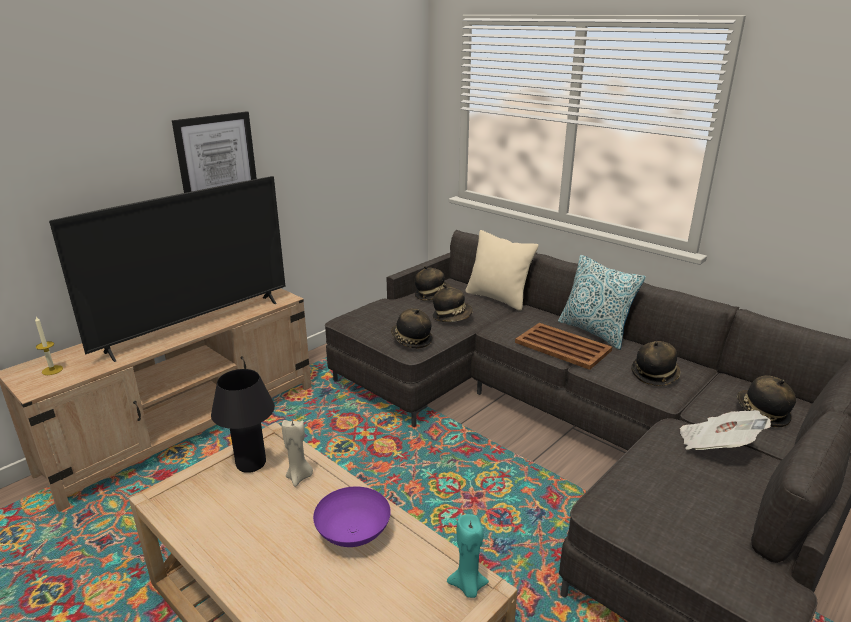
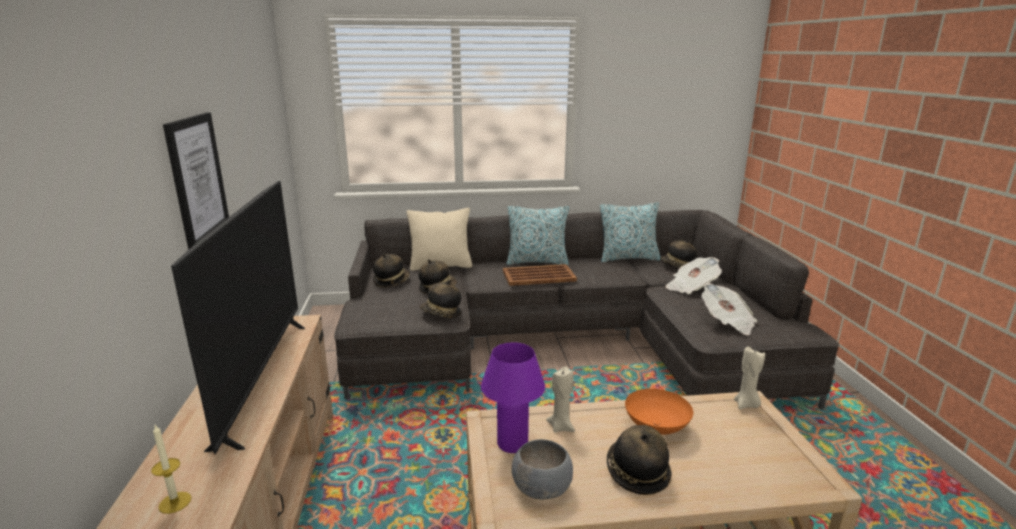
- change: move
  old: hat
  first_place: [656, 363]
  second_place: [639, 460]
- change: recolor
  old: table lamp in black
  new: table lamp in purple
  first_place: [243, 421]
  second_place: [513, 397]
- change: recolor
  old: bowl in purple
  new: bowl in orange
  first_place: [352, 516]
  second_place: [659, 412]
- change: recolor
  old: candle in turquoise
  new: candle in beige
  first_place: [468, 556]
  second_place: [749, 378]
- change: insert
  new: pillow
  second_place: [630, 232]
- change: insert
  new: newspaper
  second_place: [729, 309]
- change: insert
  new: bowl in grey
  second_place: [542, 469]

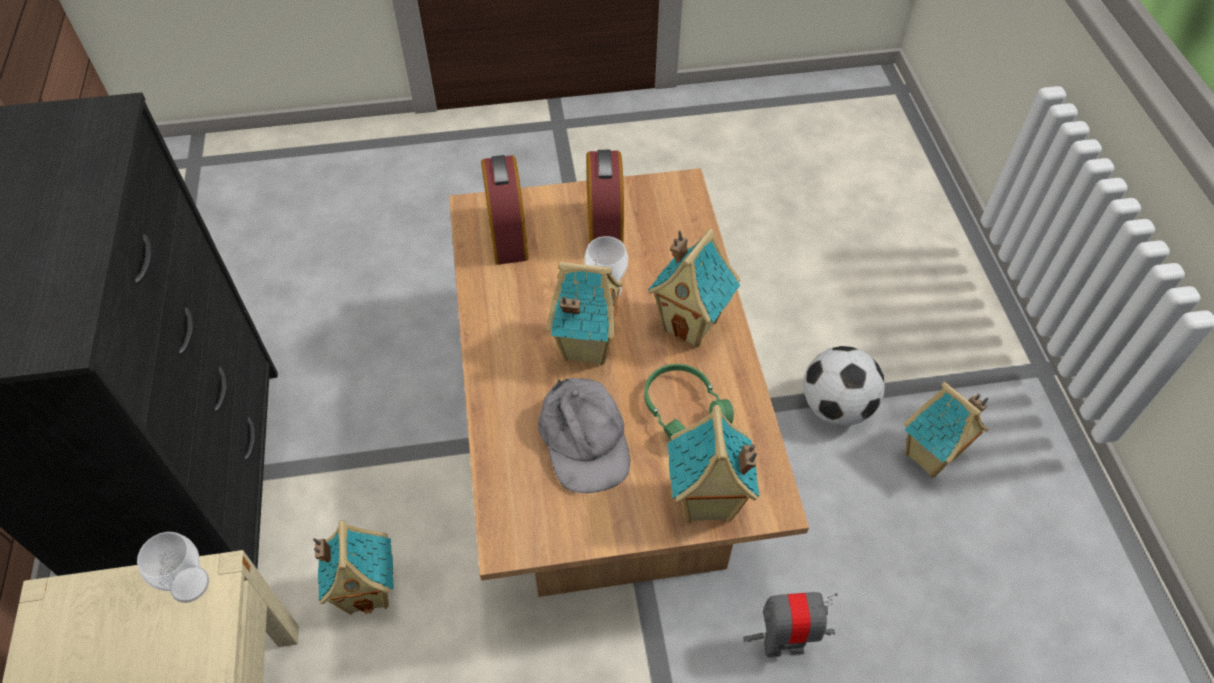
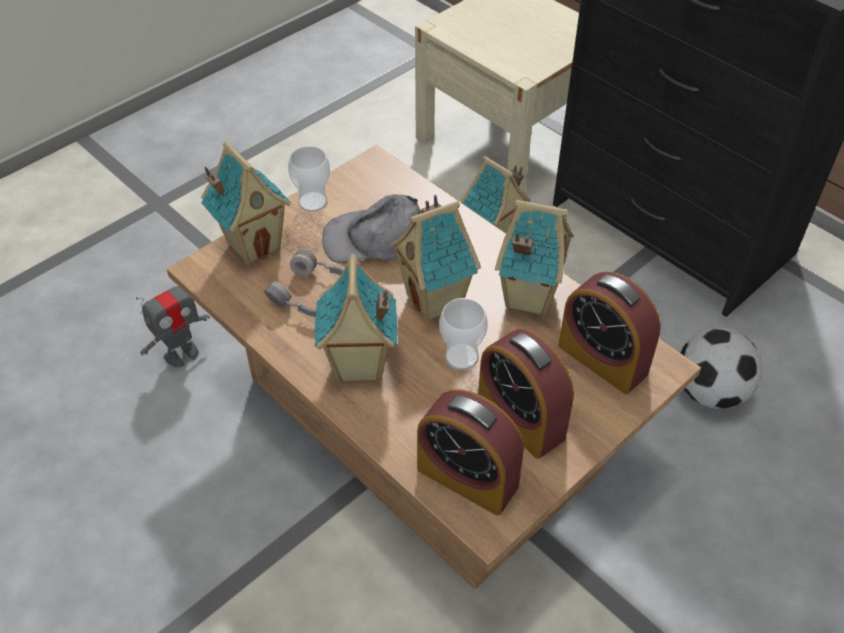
- change: move
  old: football
  first_place: [844, 386]
  second_place: [721, 368]
- change: recolor
  old: headphones in green
  new: headphones in grey
  first_place: [689, 402]
  second_place: [304, 283]
- change: rotate
  old: cap in grey
  first_place: [584, 435]
  second_place: [372, 228]
  degrees: -45
- change: move
  old: toy house
  first_place: [946, 430]
  second_place: [534, 258]
- change: move
  old: cup
  first_place: [173, 567]
  second_place: [309, 179]
- change: insert
  new: alarm clock
  second_place: [470, 452]

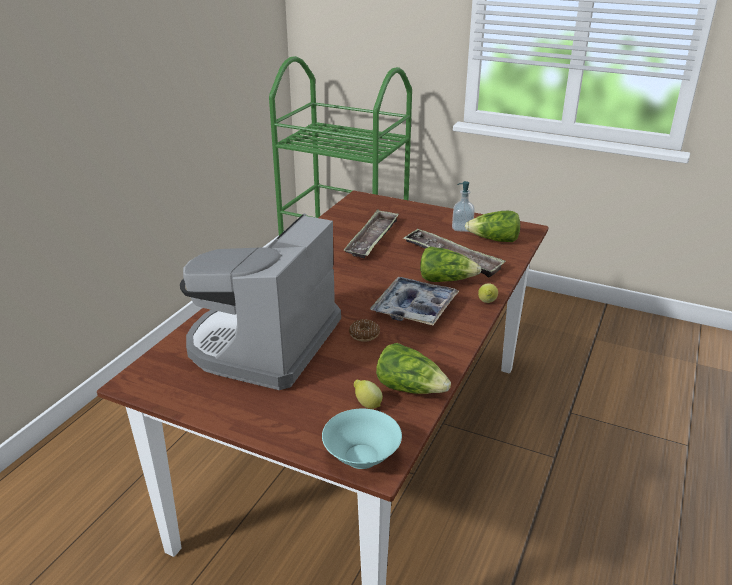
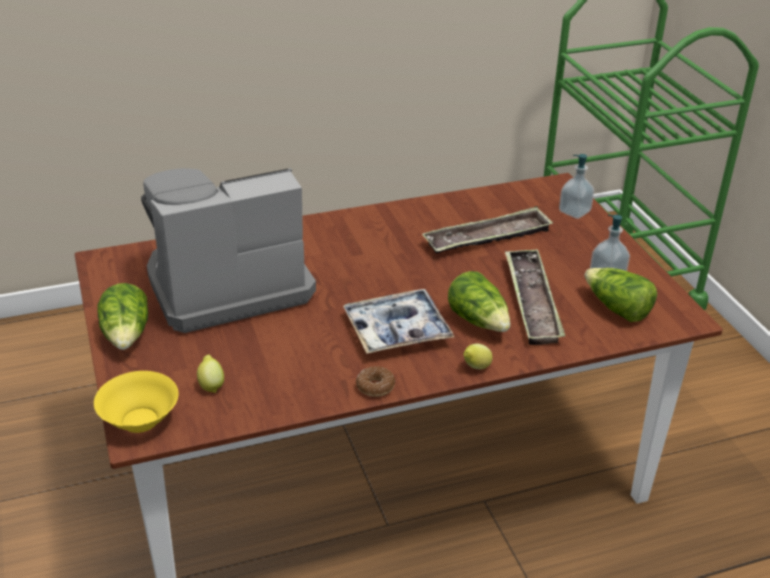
- change: move
  old: donut
  first_place: [364, 330]
  second_place: [375, 381]
- change: move
  old: lettuce
  first_place: [413, 368]
  second_place: [122, 316]
- change: recolor
  old: bowl in turquoise
  new: bowl in yellow
  first_place: [362, 439]
  second_place: [136, 402]
- change: insert
  new: soap dispenser
  second_place: [576, 186]

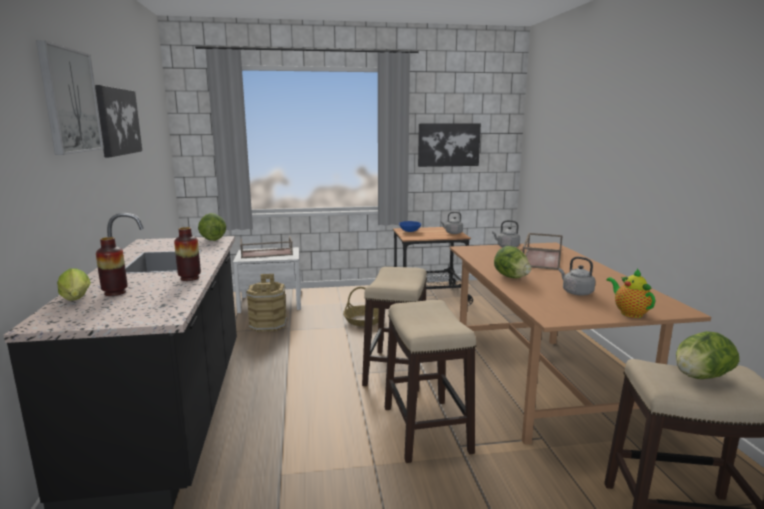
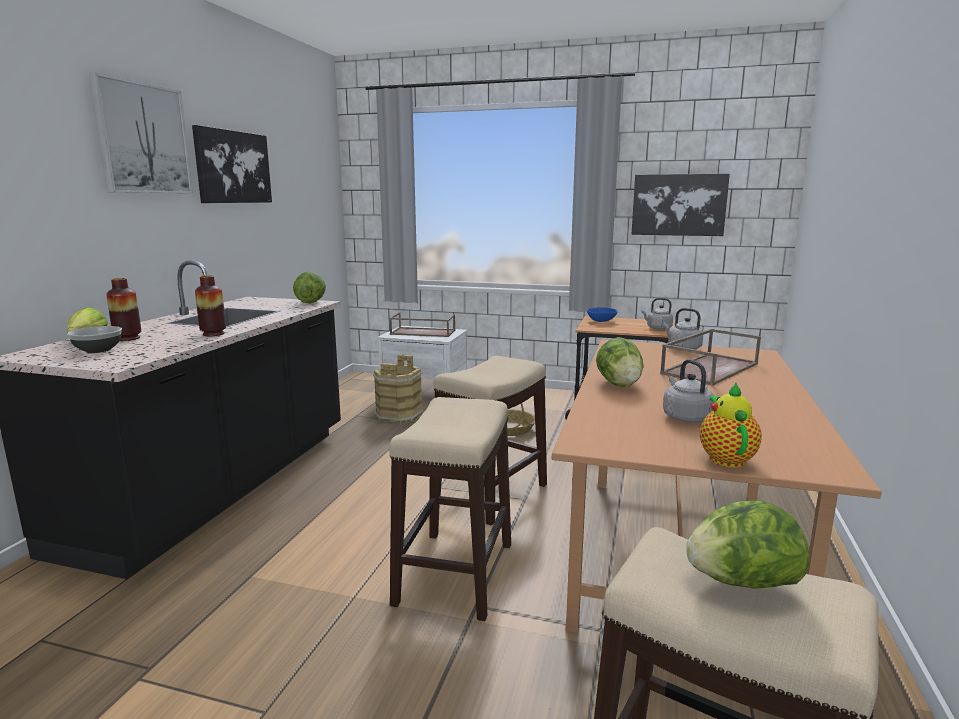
- change: insert
  new: bowl
  second_place: [94, 339]

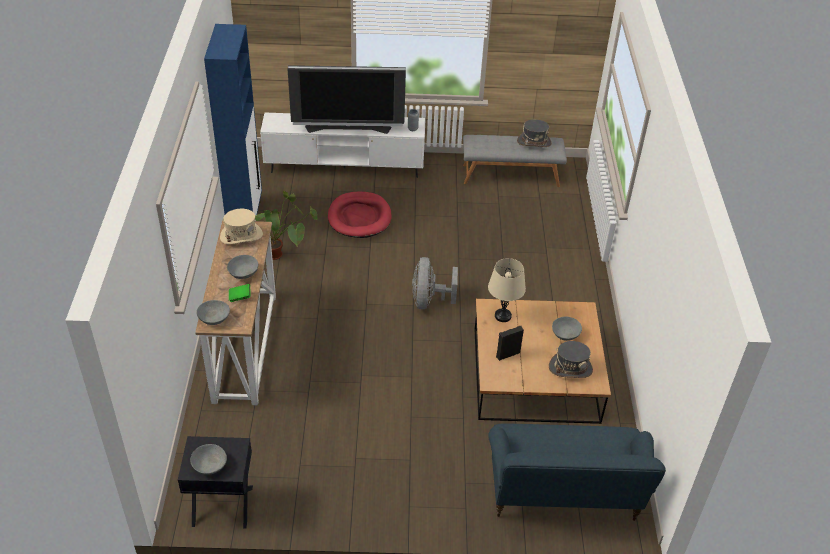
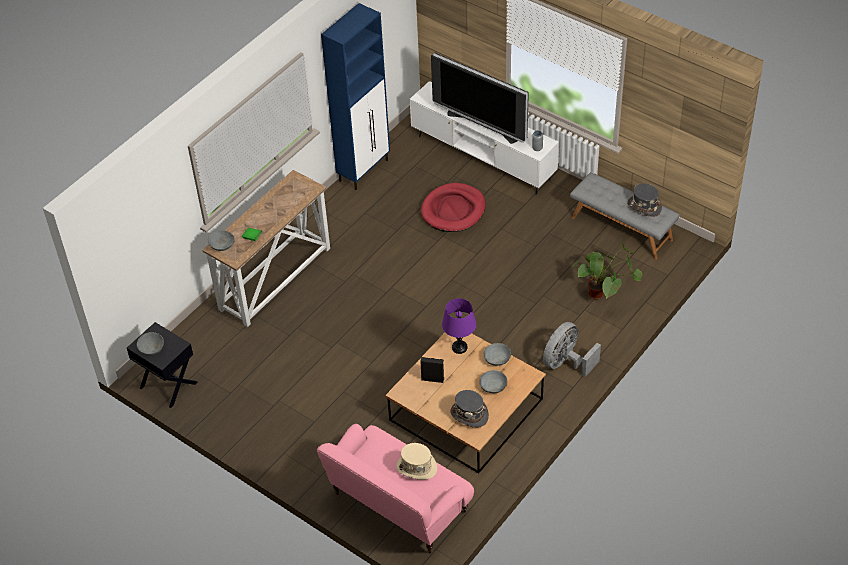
- change: move
  old: potted plant
  first_place: [286, 225]
  second_place: [607, 271]
- change: move
  old: hat in beige
  first_place: [241, 226]
  second_place: [416, 461]
- change: move
  old: bowl in grey
  first_place: [242, 267]
  second_place: [497, 354]
- change: move
  old: fan in grey
  first_place: [435, 283]
  second_place: [572, 349]
- change: recolor
  old: table lamp in beige
  new: table lamp in purple
  first_place: [507, 290]
  second_place: [459, 326]
- change: recolor
  old: sofa in blue
  new: sofa in pink
  first_place: [577, 472]
  second_place: [395, 488]

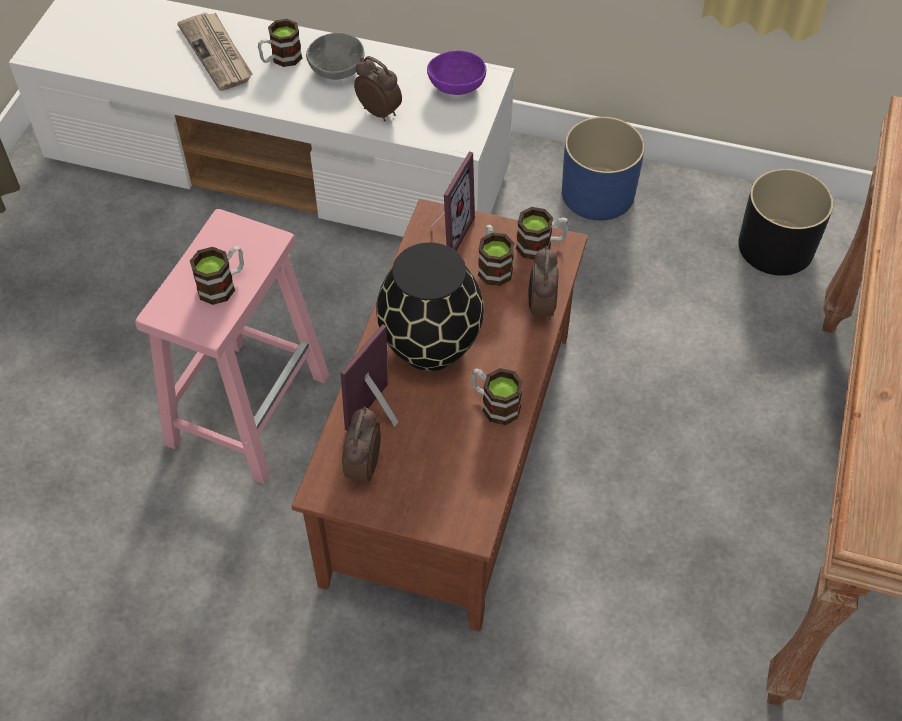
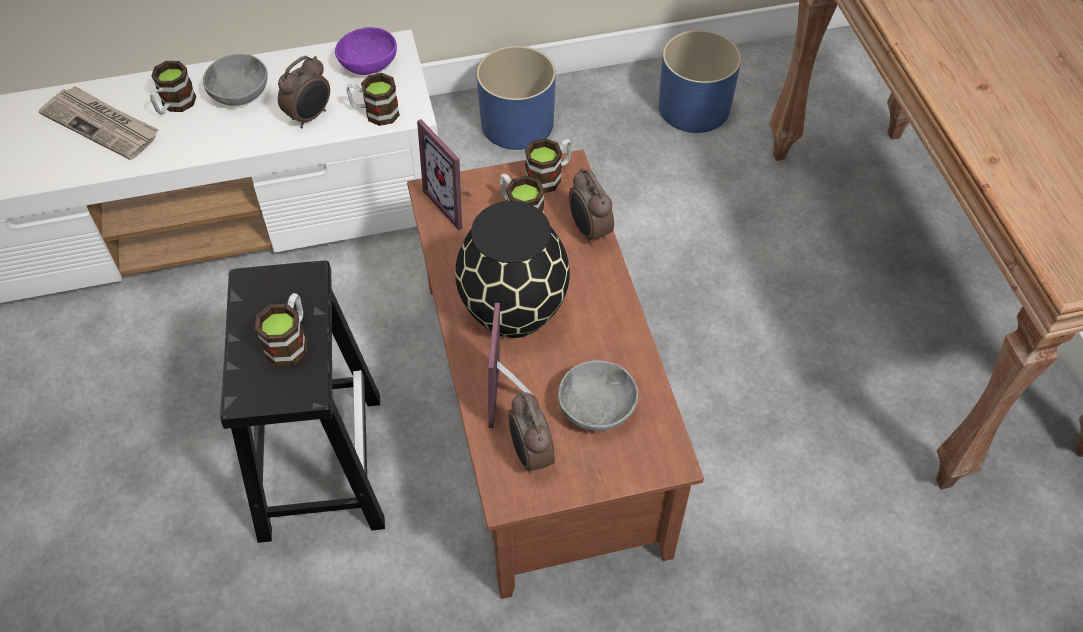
- change: rotate
  old: alarm clock
  first_place: [378, 88]
  second_place: [304, 92]
  degrees: 120
- change: rotate
  old: picture frame
  first_place: [452, 201]
  second_place: [444, 174]
  degrees: 150
- change: recolor
  old: planter in black
  new: planter in blue
  first_place: [785, 222]
  second_place: [700, 81]
- change: recolor
  old: stool in pink
  new: stool in black
  first_place: [232, 346]
  second_place: [302, 402]
- change: move
  old: mug
  first_place: [497, 396]
  second_place: [373, 99]
- change: insert
  new: bowl in grey
  second_place: [598, 395]

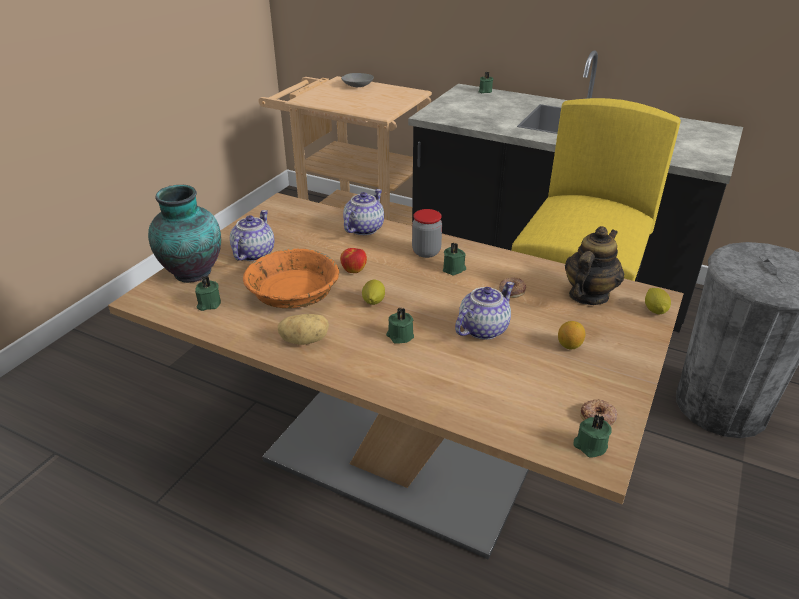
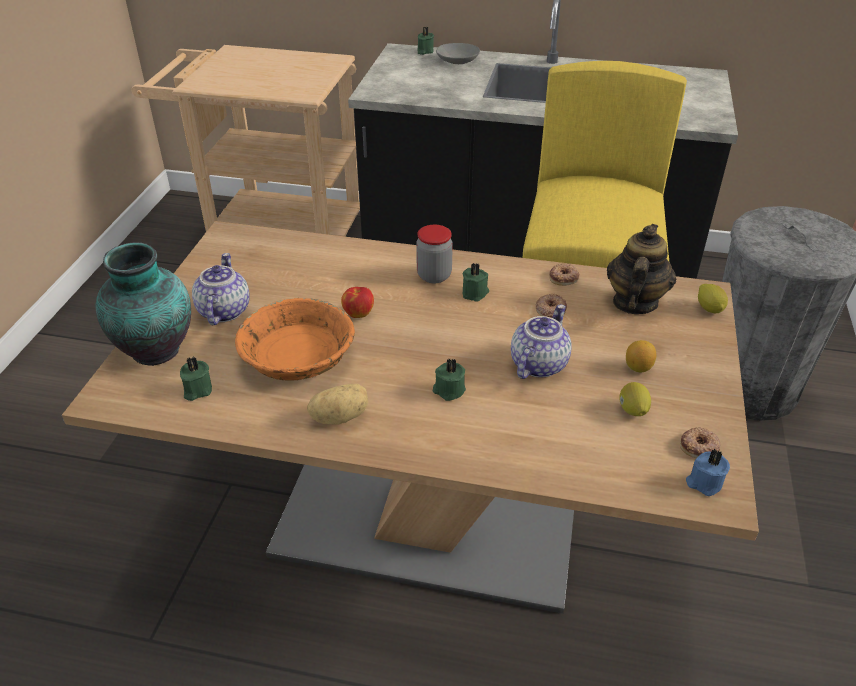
- change: move
  old: bowl in grey
  first_place: [357, 80]
  second_place: [458, 53]
- change: delete
  old: teapot
  first_place: [363, 212]
- change: move
  old: lemon
  first_place: [373, 292]
  second_place: [635, 399]
- change: recolor
  old: candle in green
  new: candle in blue
  first_place: [592, 435]
  second_place: [708, 472]
- change: insert
  new: donut
  second_place: [564, 275]

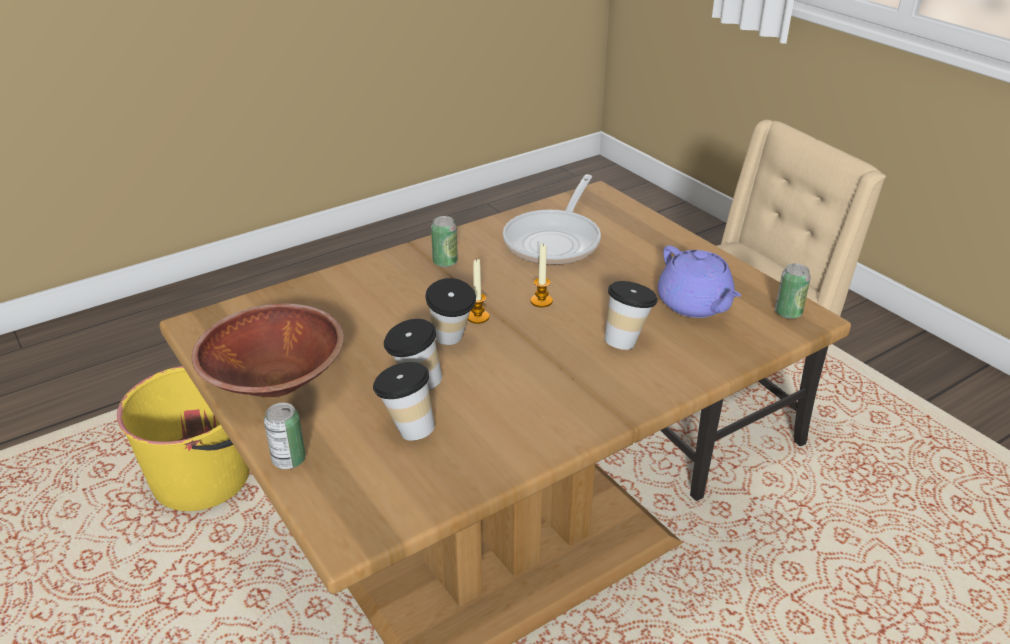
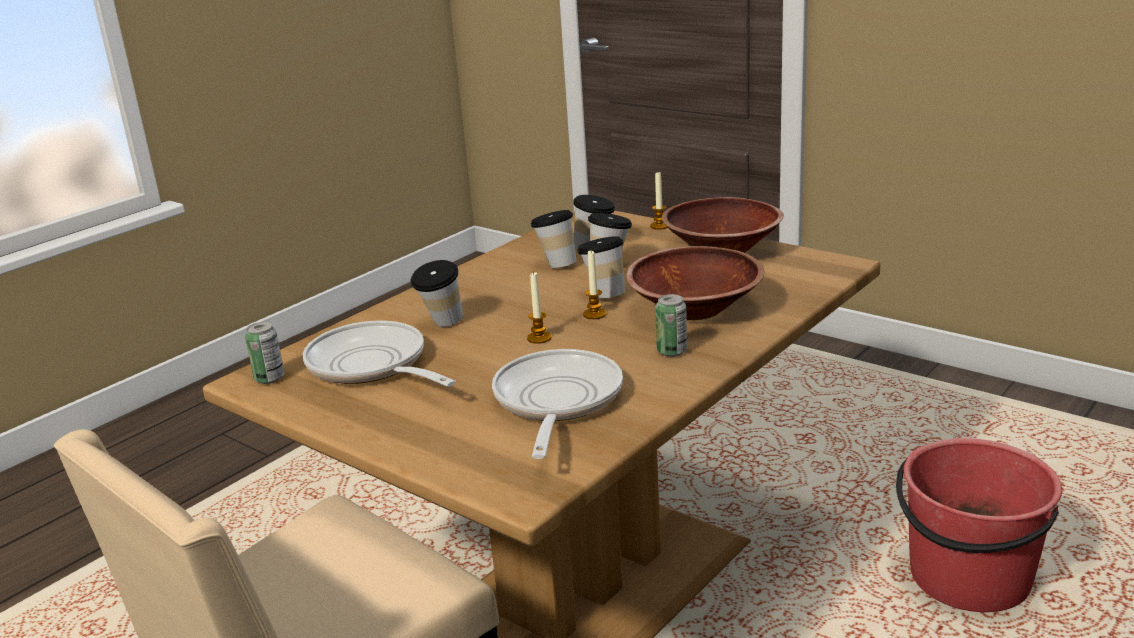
- change: replace
  old: teapot in purple
  new: frying pan
  first_place: [699, 281]
  second_place: [379, 354]
- change: recolor
  old: bucket in yellow
  new: bucket in red
  first_place: [183, 438]
  second_place: [979, 525]
- change: replace
  old: can
  new: candle
  first_place: [285, 436]
  second_place: [659, 201]
- change: insert
  new: cup
  second_place: [553, 239]
- change: insert
  new: bowl in brown
  second_place: [695, 283]

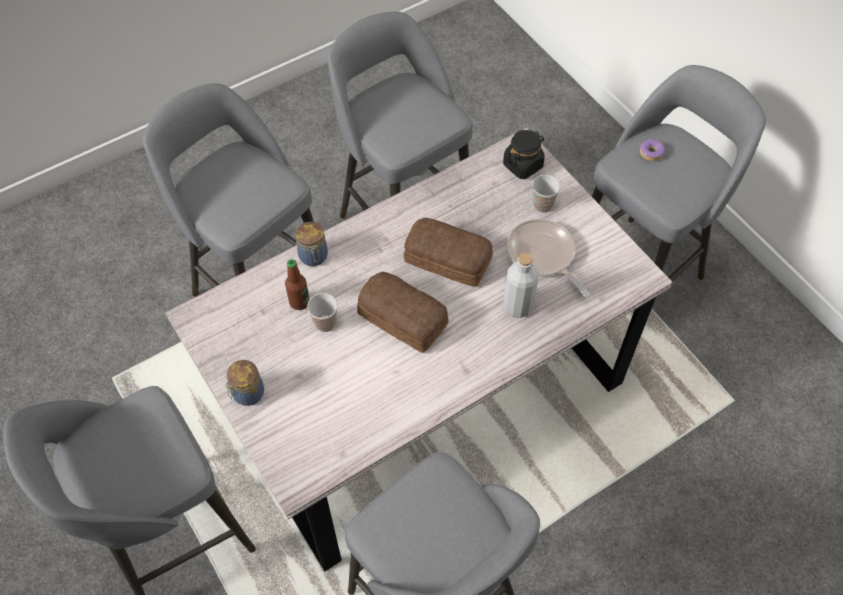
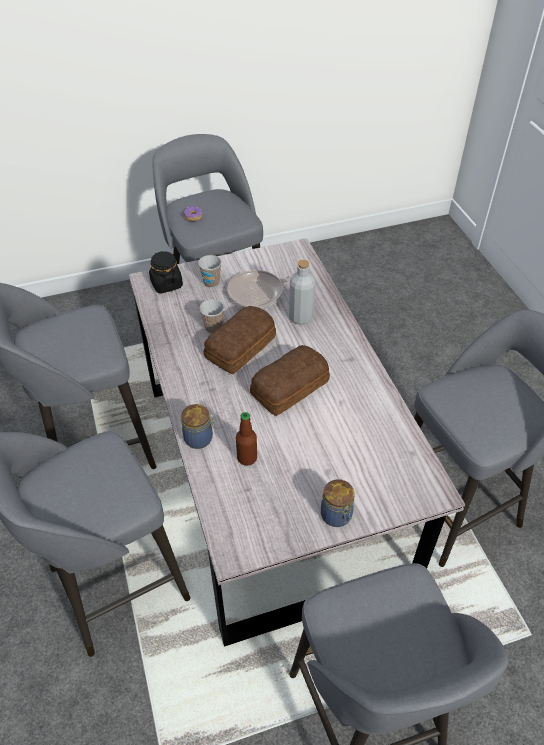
- change: move
  old: cup
  first_place: [322, 312]
  second_place: [211, 316]

